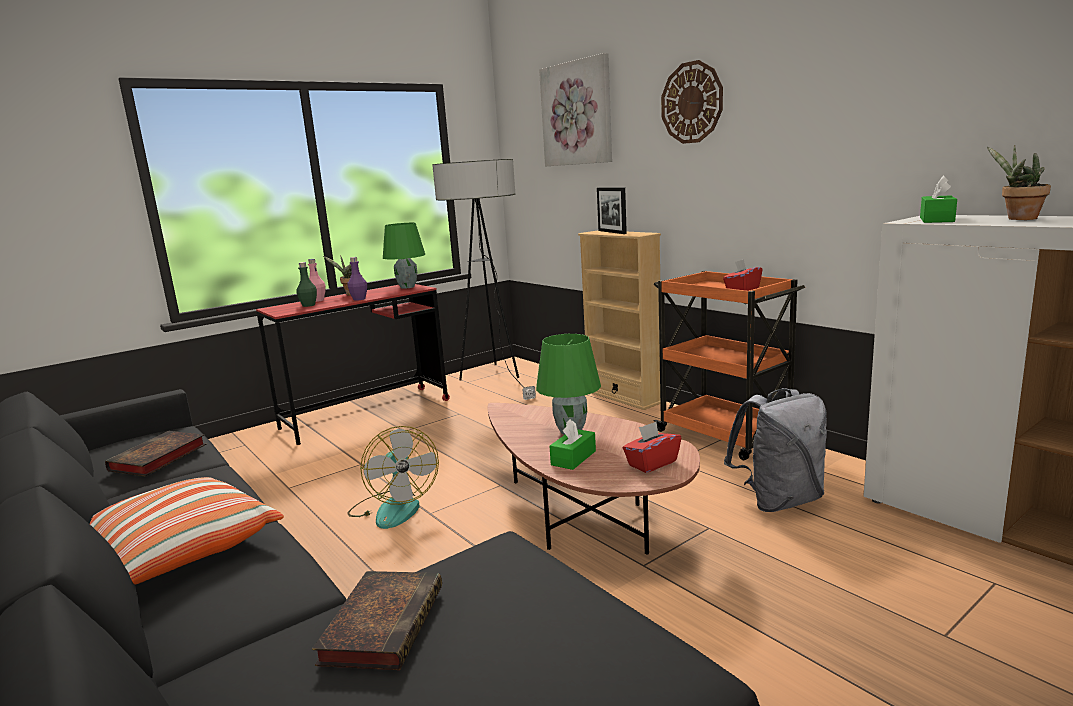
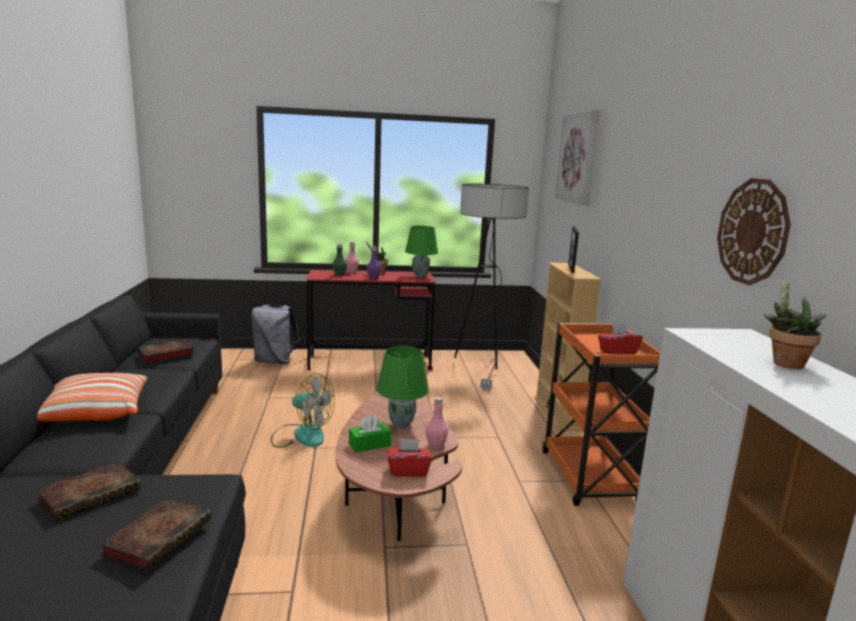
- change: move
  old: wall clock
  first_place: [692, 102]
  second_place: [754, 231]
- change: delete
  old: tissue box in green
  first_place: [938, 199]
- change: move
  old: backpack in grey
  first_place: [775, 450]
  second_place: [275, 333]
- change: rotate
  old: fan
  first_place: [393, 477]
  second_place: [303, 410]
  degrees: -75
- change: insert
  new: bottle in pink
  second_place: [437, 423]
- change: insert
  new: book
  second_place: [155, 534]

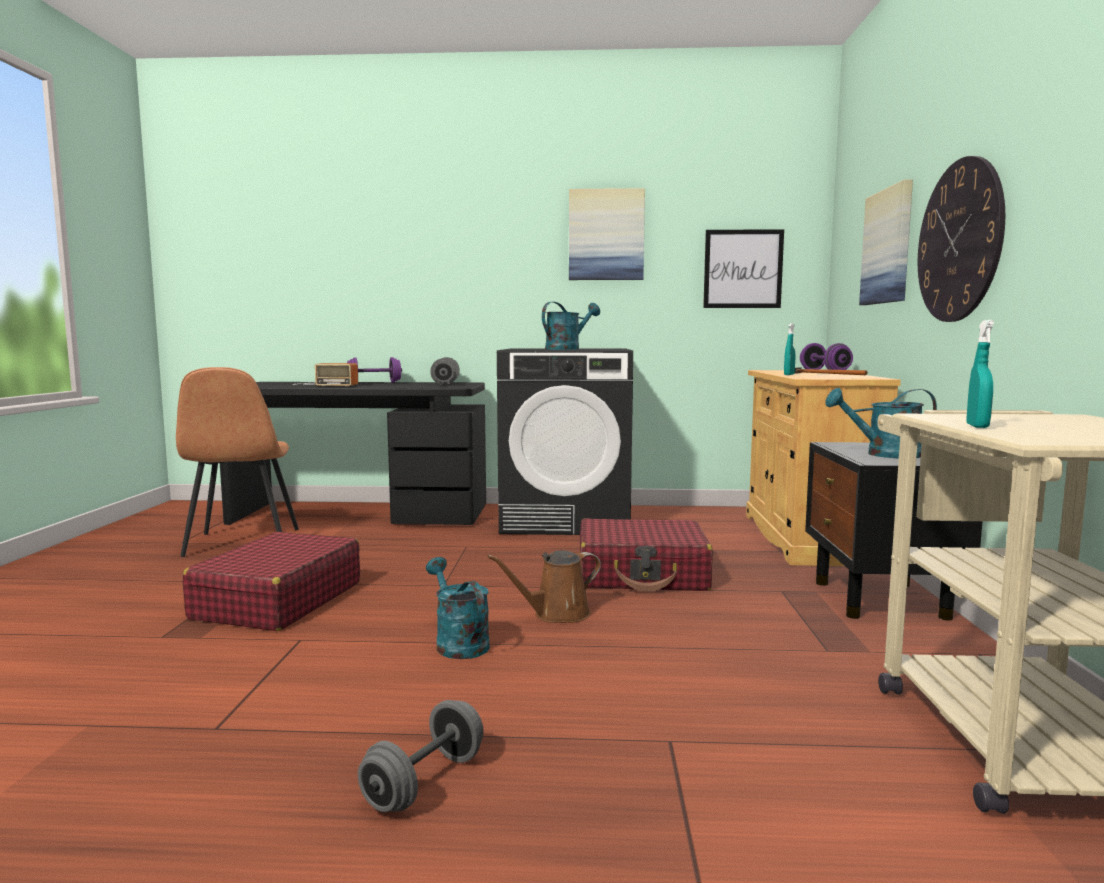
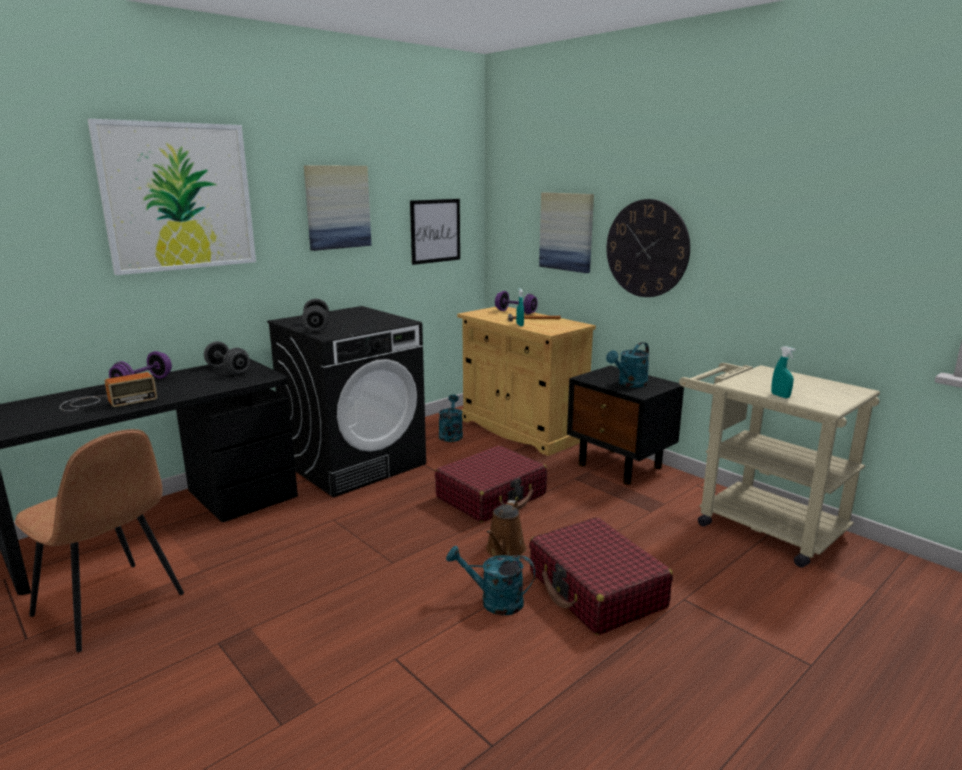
- change: move
  old: watering can in turquoise
  first_place: [571, 326]
  second_place: [451, 418]
- change: move
  old: suitcase in red
  first_place: [271, 581]
  second_place: [601, 576]
- change: move
  old: dumbbell in grey
  first_place: [421, 756]
  second_place: [315, 315]
- change: insert
  new: picture
  second_place: [171, 197]

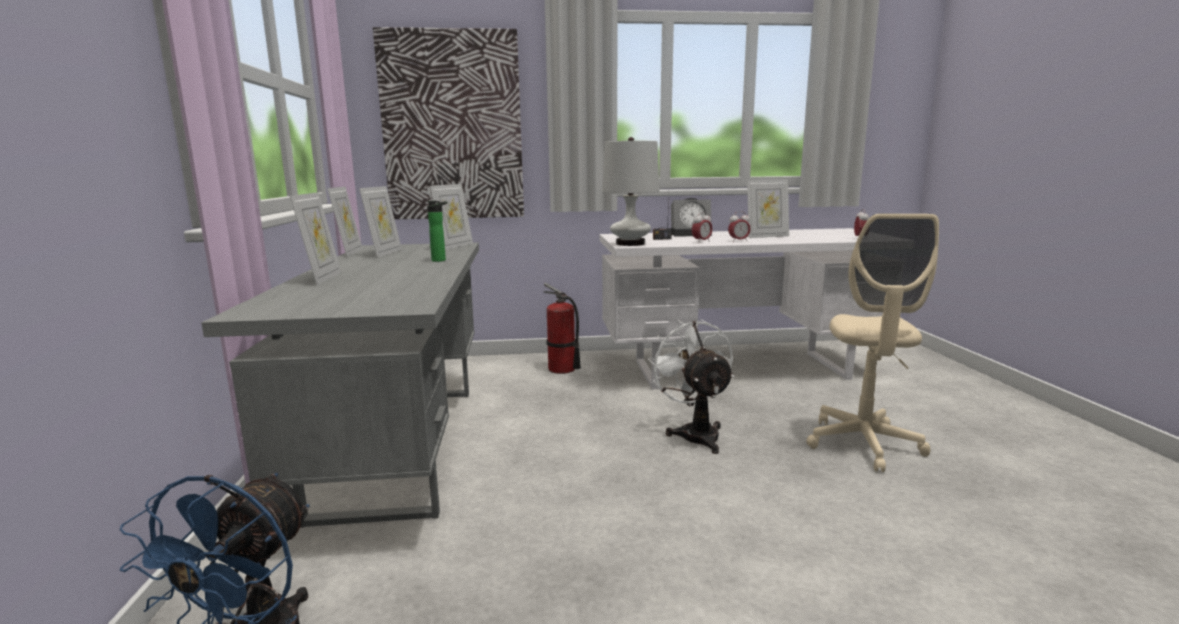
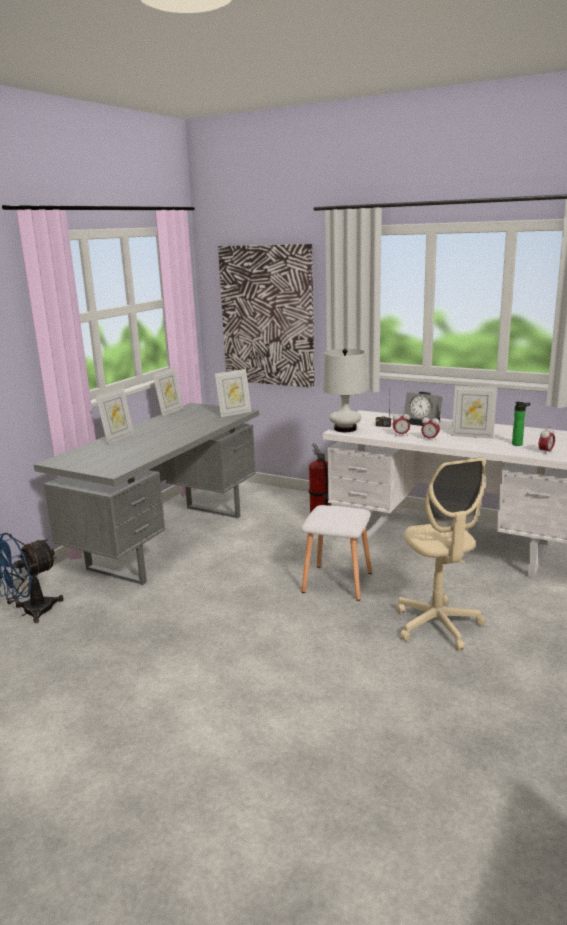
- change: delete
  old: picture frame
  first_place: [380, 221]
- change: move
  old: bottle
  first_place: [437, 231]
  second_place: [521, 424]
- change: rotate
  old: office chair in beige
  first_place: [872, 343]
  second_place: [441, 554]
  degrees: -60
- change: replace
  old: fan in white
  new: stool in white
  first_place: [691, 387]
  second_place: [336, 553]

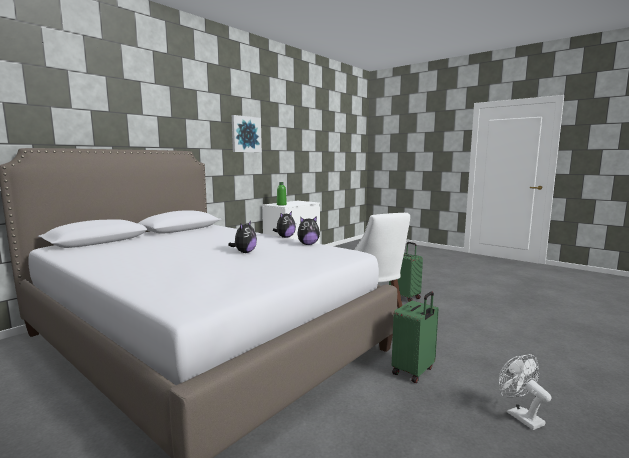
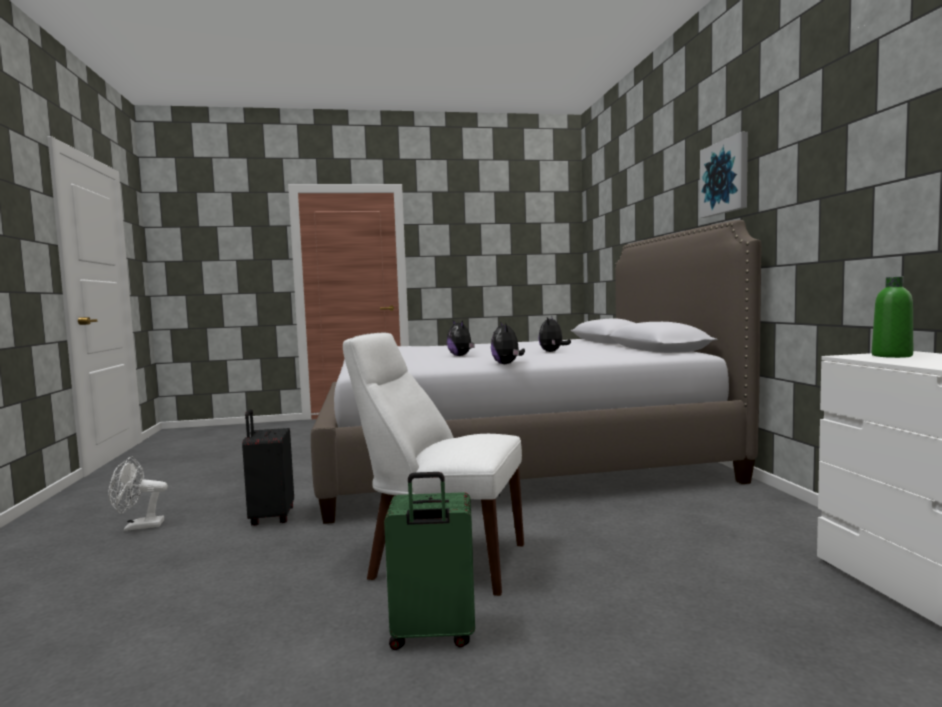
- change: move
  old: picture
  first_place: [247, 133]
  second_place: [724, 175]
- change: move
  old: plush toy
  first_place: [308, 230]
  second_place: [555, 334]
- change: recolor
  old: suitcase in green
  new: suitcase in black
  first_place: [415, 337]
  second_place: [268, 467]
- change: rotate
  old: fan in white
  first_place: [525, 392]
  second_place: [138, 493]
  degrees: 150

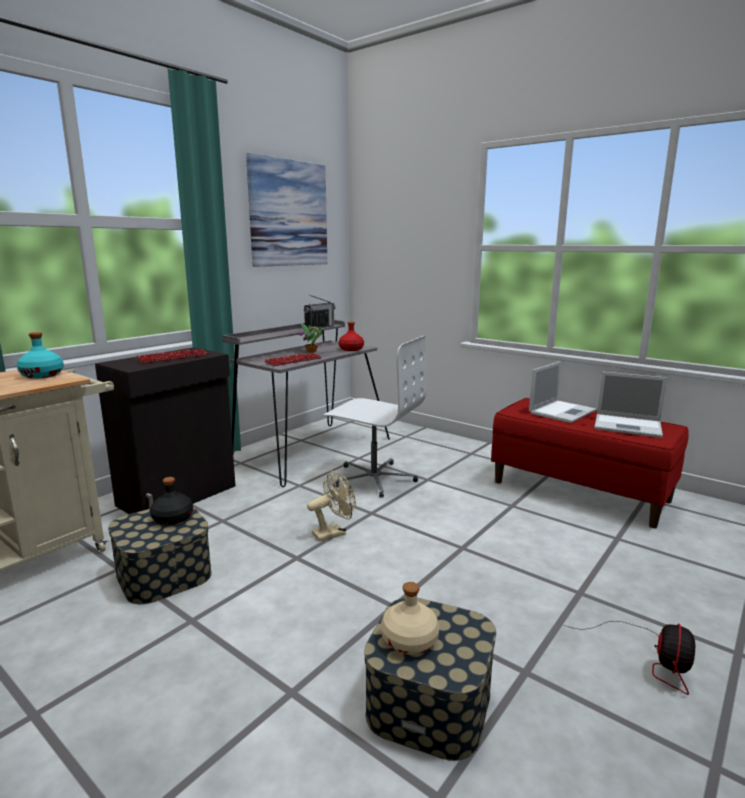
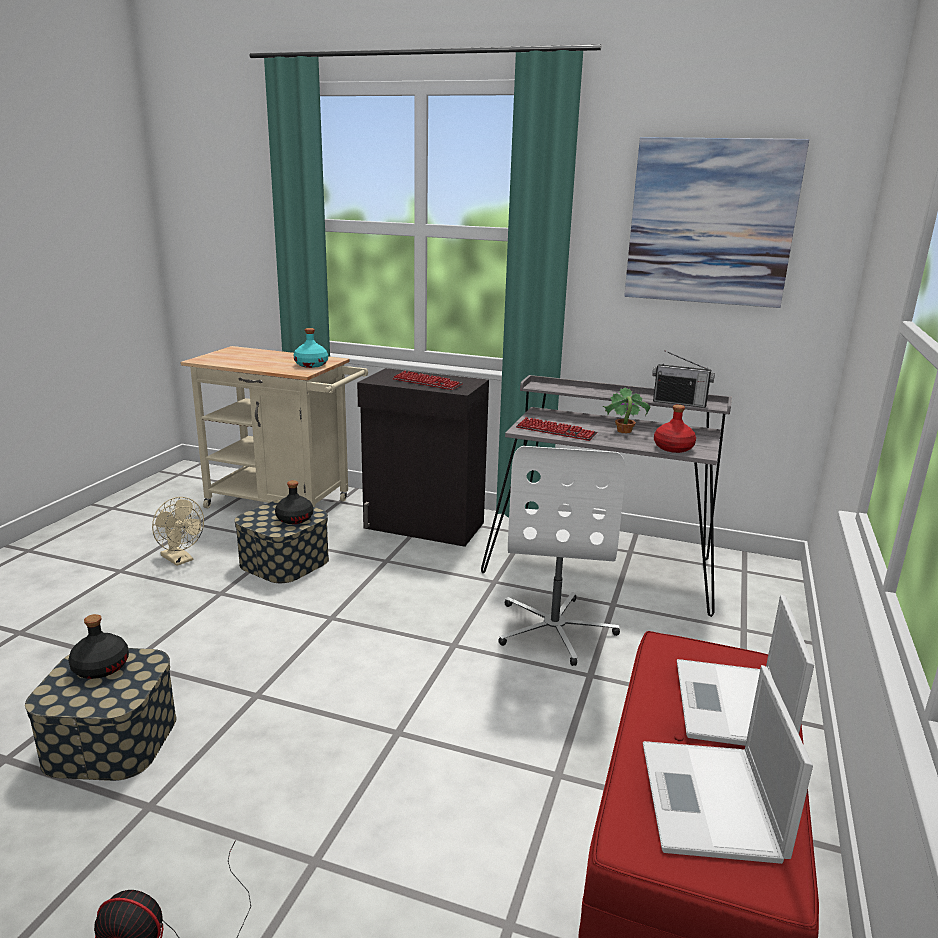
- change: rotate
  old: laptop
  first_place: [562, 392]
  second_place: [745, 670]
  degrees: 75
- change: move
  old: fan in beige
  first_place: [331, 506]
  second_place: [178, 531]
- change: recolor
  old: bottle in beige
  new: bottle in black
  first_place: [410, 618]
  second_place: [98, 646]

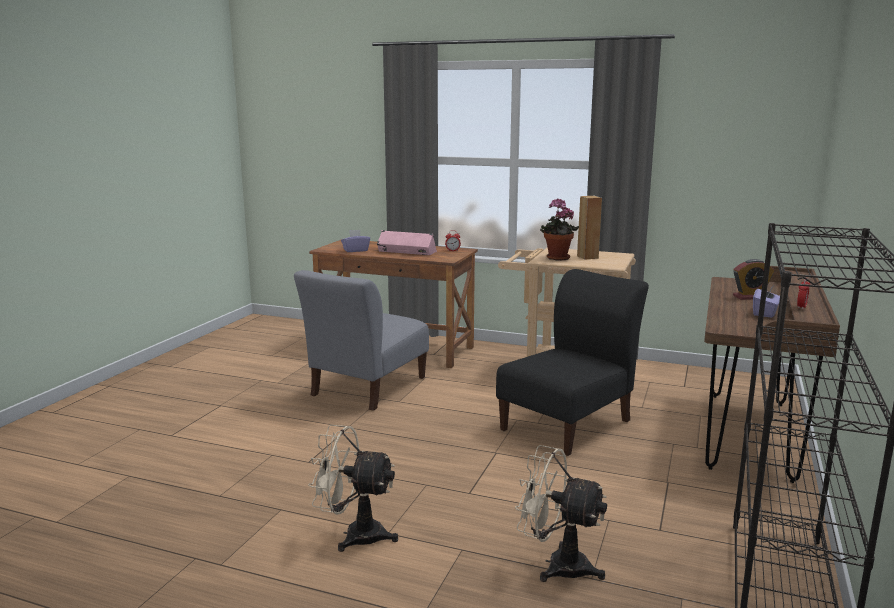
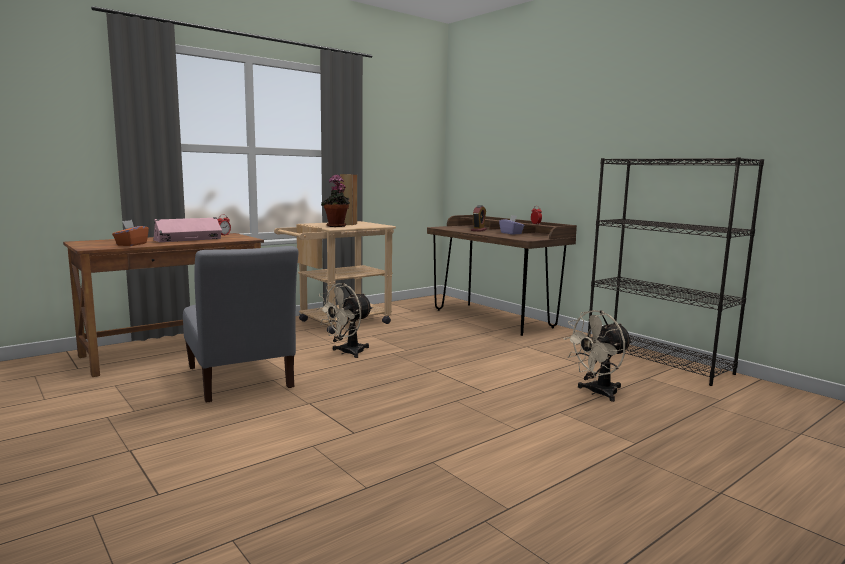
- change: recolor
  old: tissue box in purple
  new: tissue box in orange
  first_place: [355, 241]
  second_place: [130, 233]
- change: delete
  old: chair in black
  first_place: [572, 362]
- change: move
  old: fan in beige
  first_place: [353, 488]
  second_place: [345, 320]

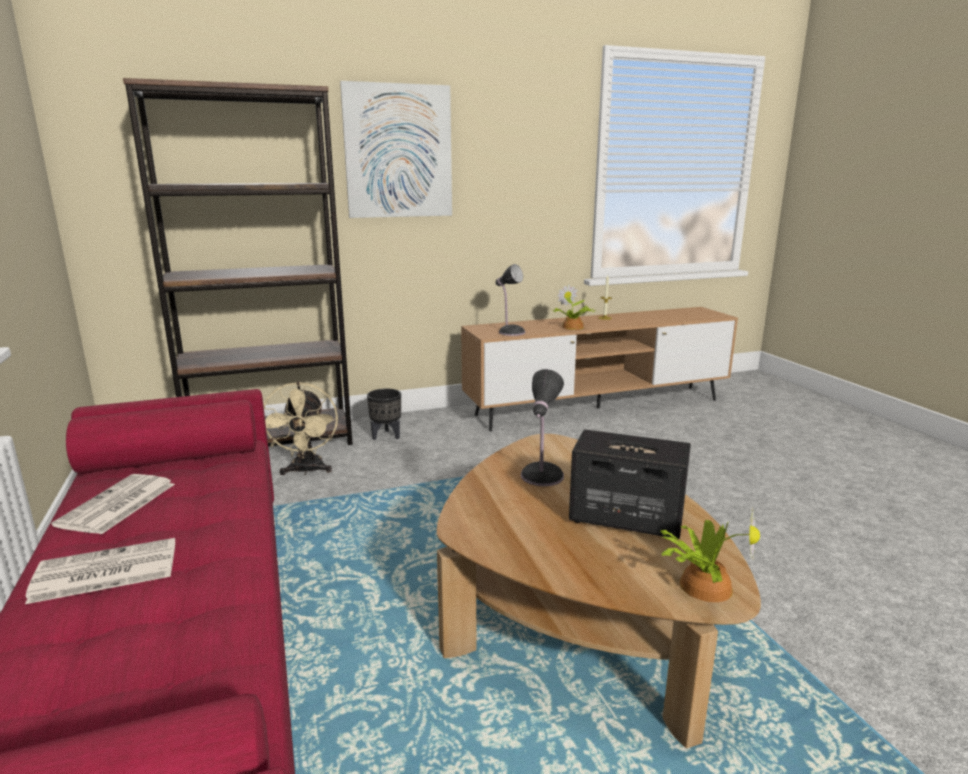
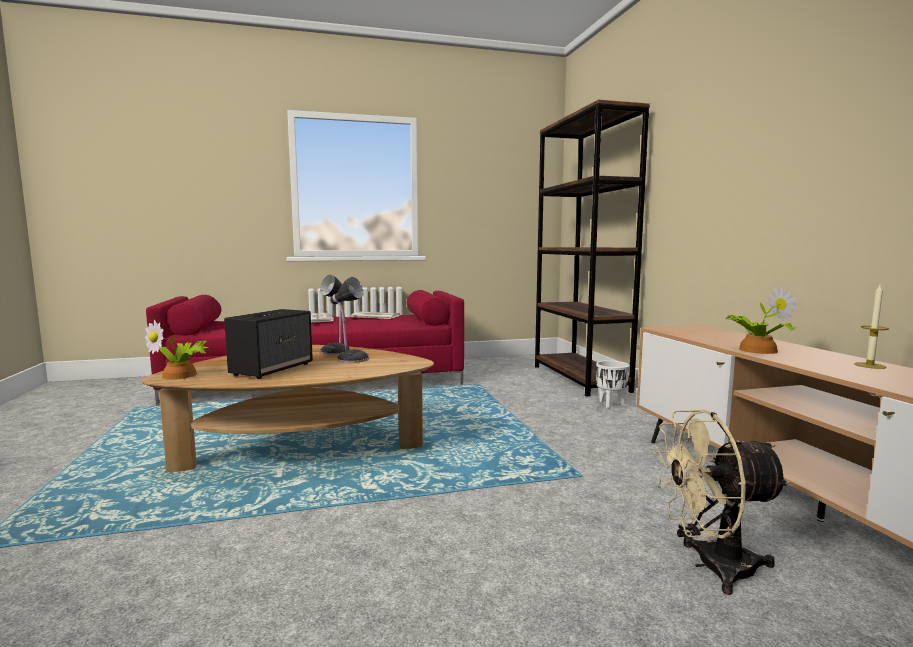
- change: delete
  old: picture
  first_place: [396, 149]
- change: move
  old: table lamp
  first_place: [510, 300]
  second_place: [335, 315]
- change: move
  old: fan in beige
  first_place: [300, 428]
  second_place: [722, 502]
- change: recolor
  old: planter in black
  new: planter in white
  first_place: [384, 414]
  second_place: [612, 384]

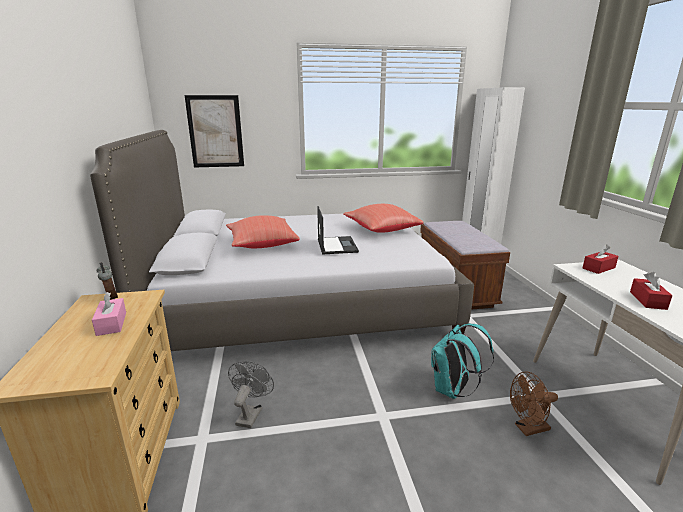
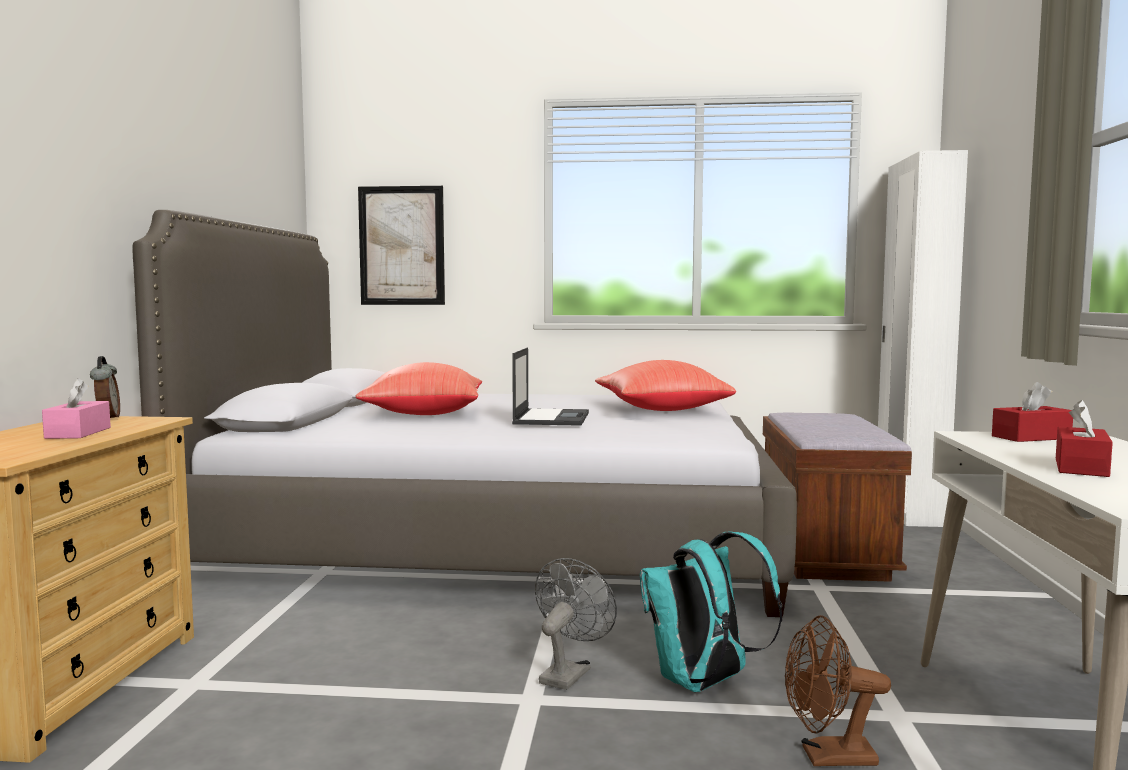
- change: move
  old: fan in grey
  first_place: [251, 394]
  second_place: [576, 624]

